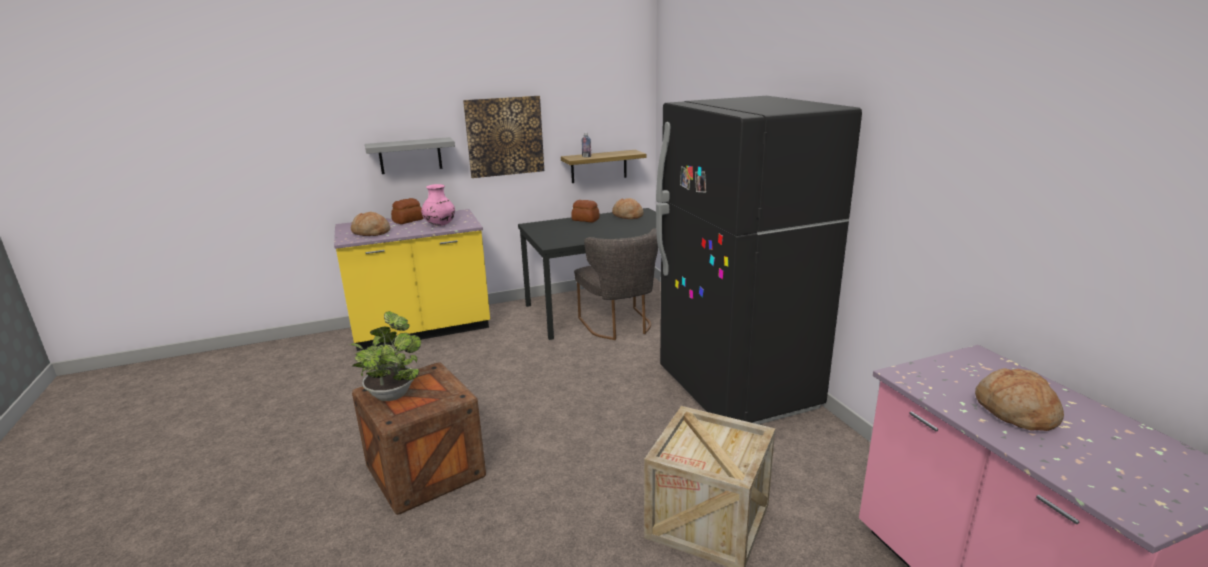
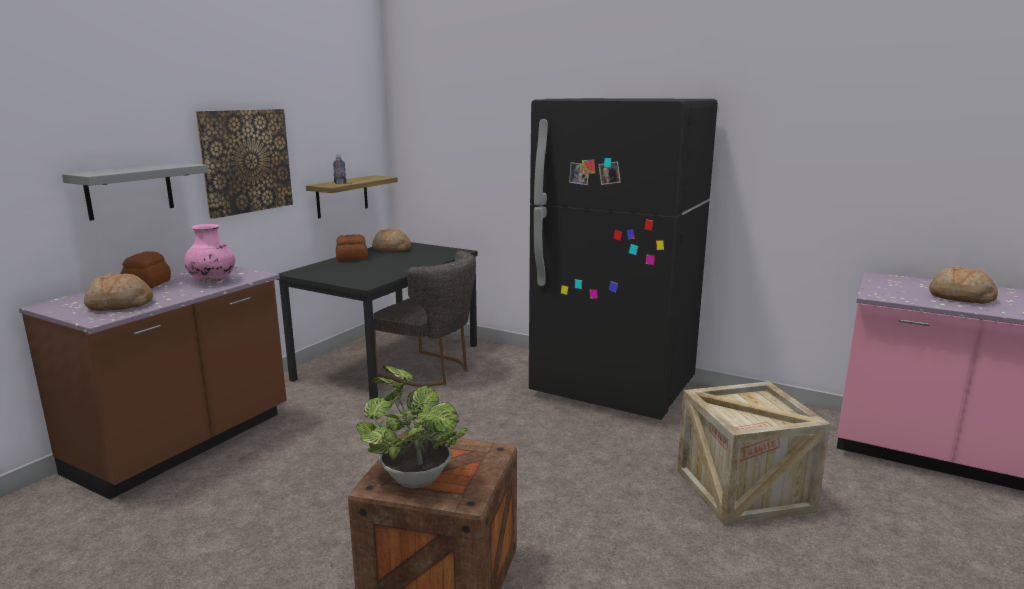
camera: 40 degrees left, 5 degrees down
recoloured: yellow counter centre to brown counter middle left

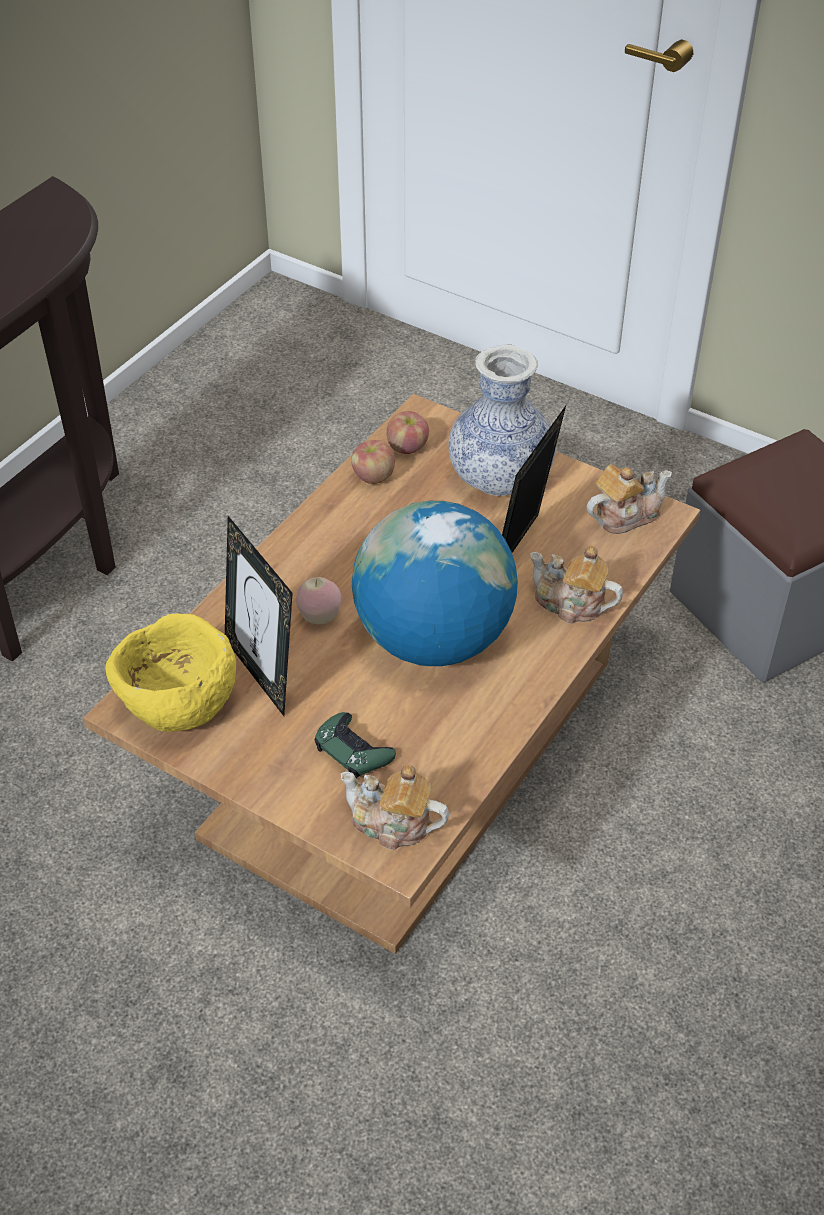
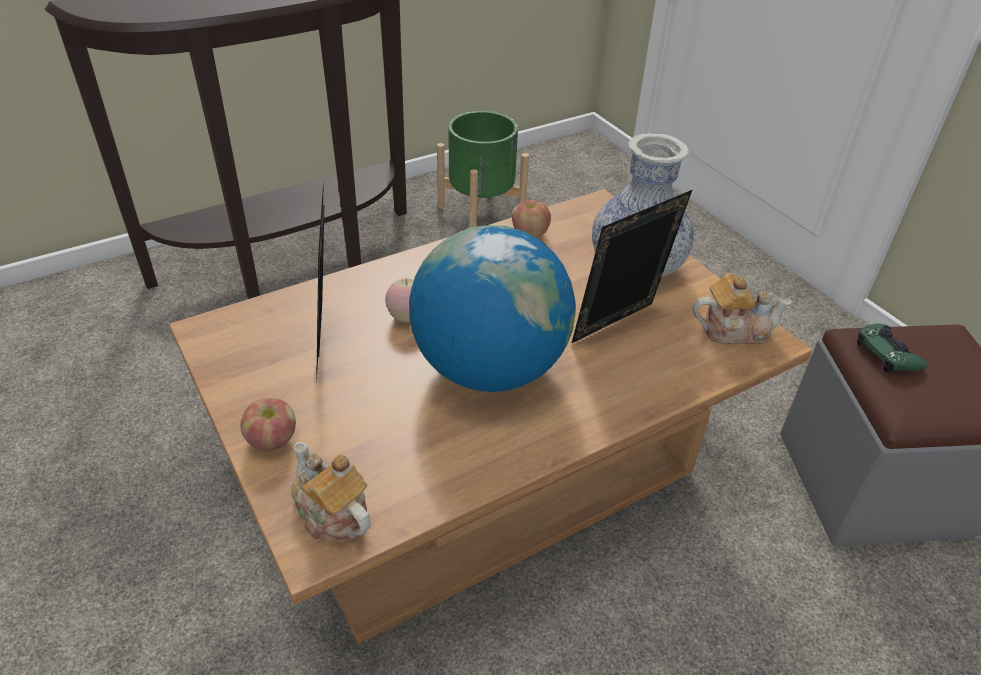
camera: 25 degrees right, 5 degrees down
removed: yellow bowl middle left; teapot (2nd from left) middle right
added: green planter top centre
moved: green game controller centre to middle right; apple (3rd from left in the first image) centre to apple (1st from left) middle left

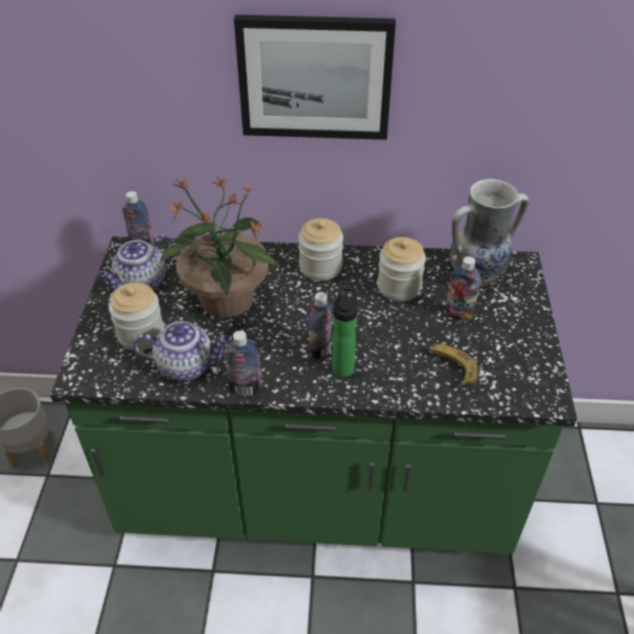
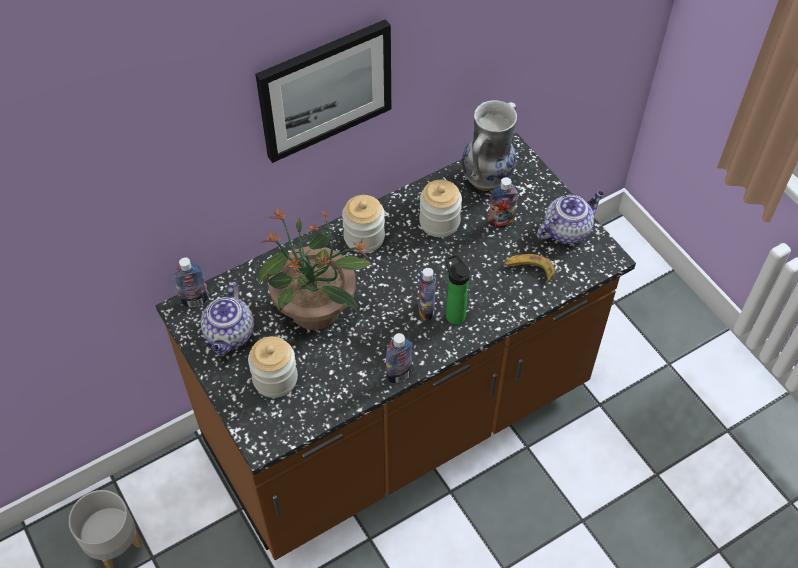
camera: 35 degrees left, 10 degrees up
moved: teapot (2nd from left) middle left to middle right
recoloured: green counter centre to brown counter centre

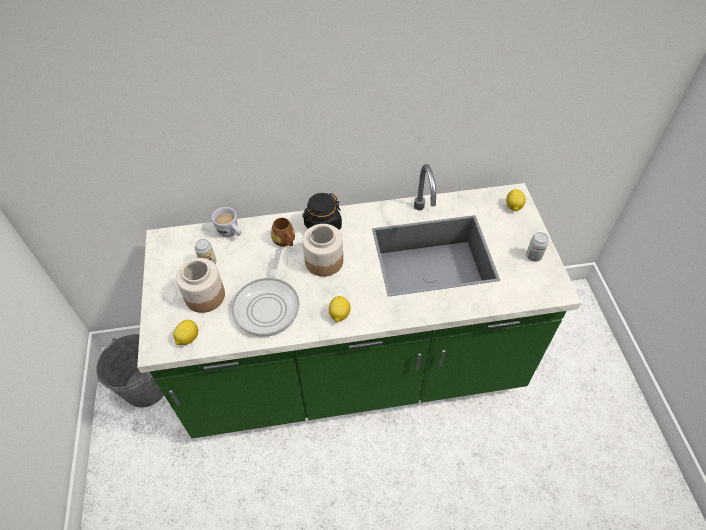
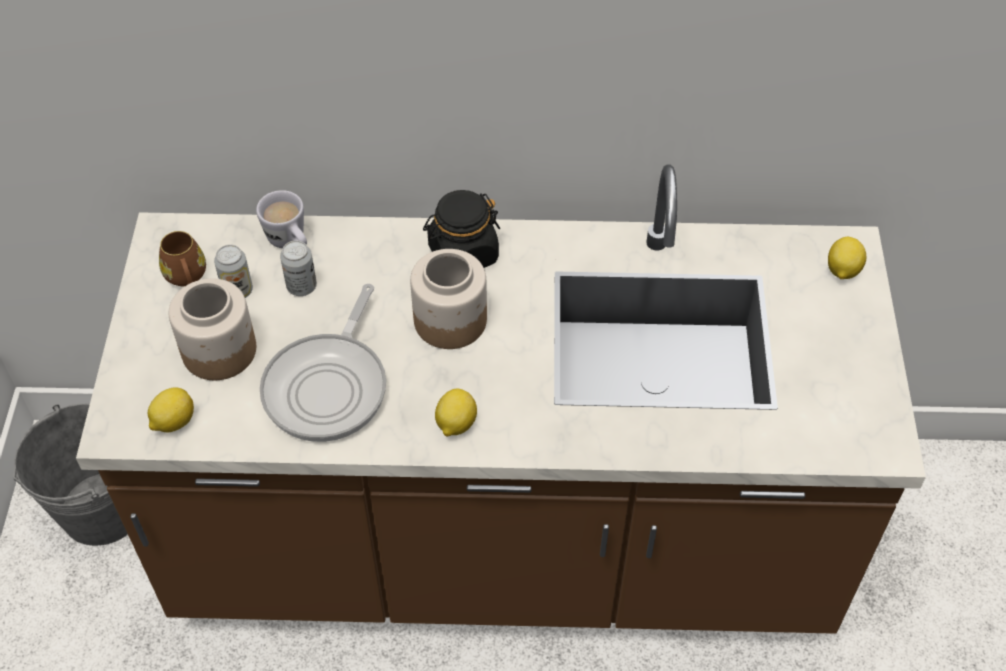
camera: 10 degrees right, 0 degrees up
moved: brown mug centre to middle left; can (2nd from left) middle right to middle left
recoloured: green counter centre to brown counter centre

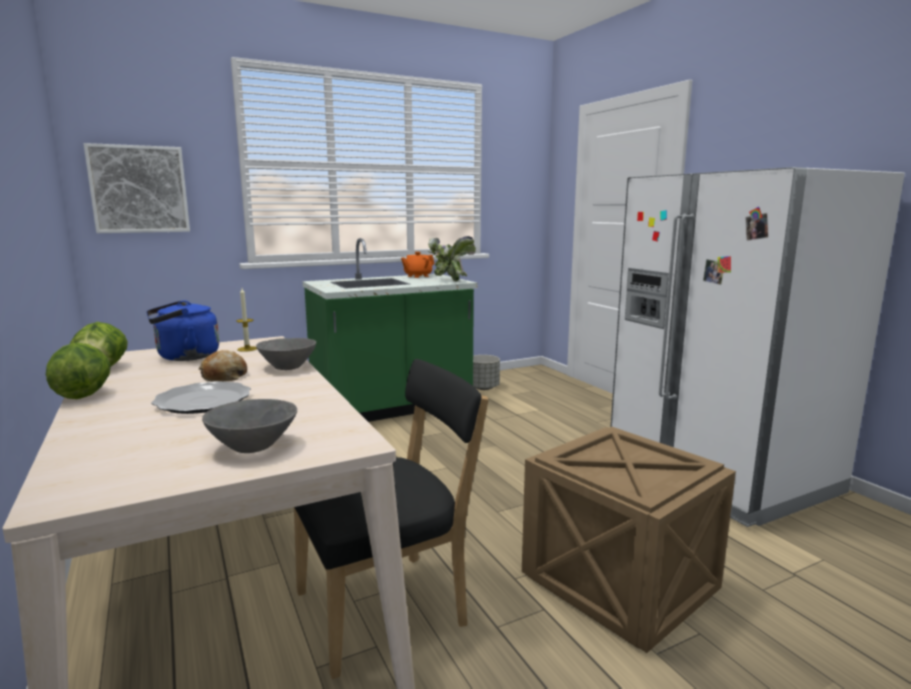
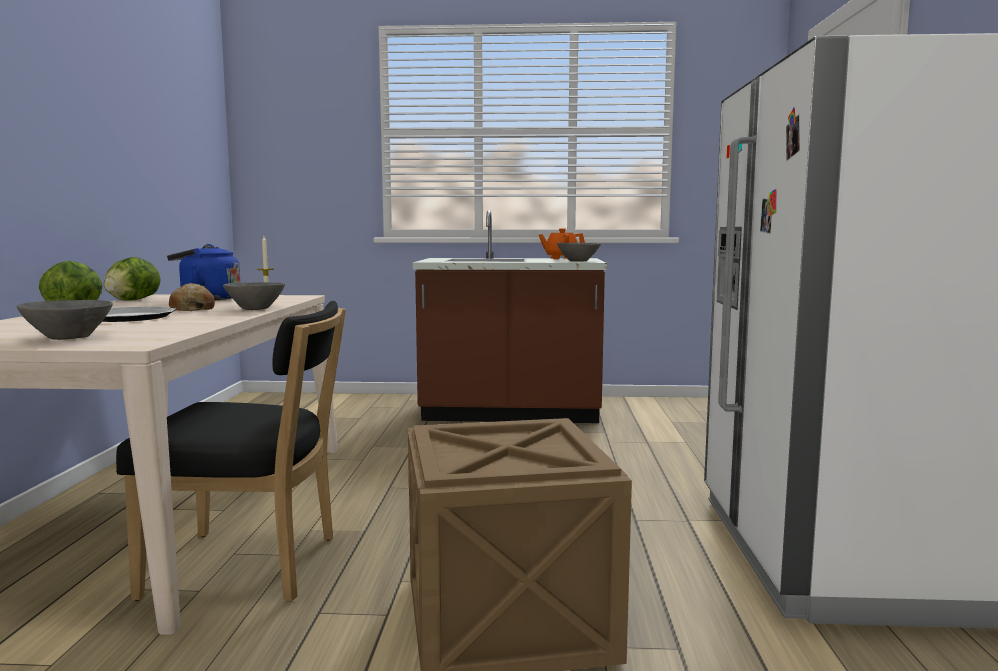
camera: 30 degrees right, 5 degrees down
removed: picture top left; grey planter centre
replaced: potted plant centre to grey bowl (3rd from left) centre
recoloured: green counter centre to brown counter centre

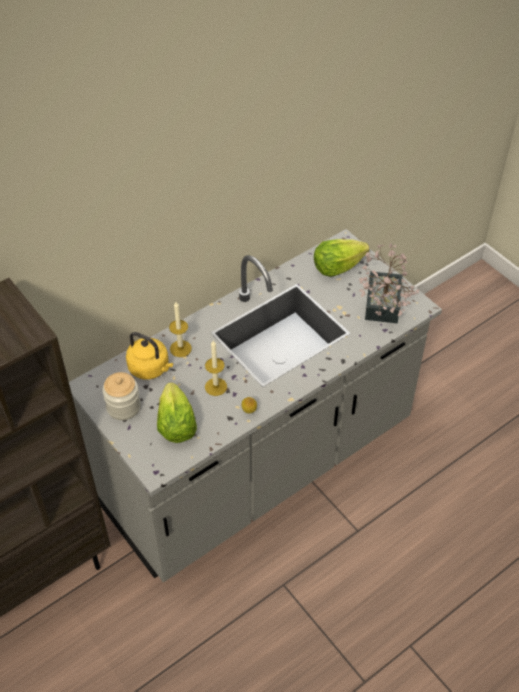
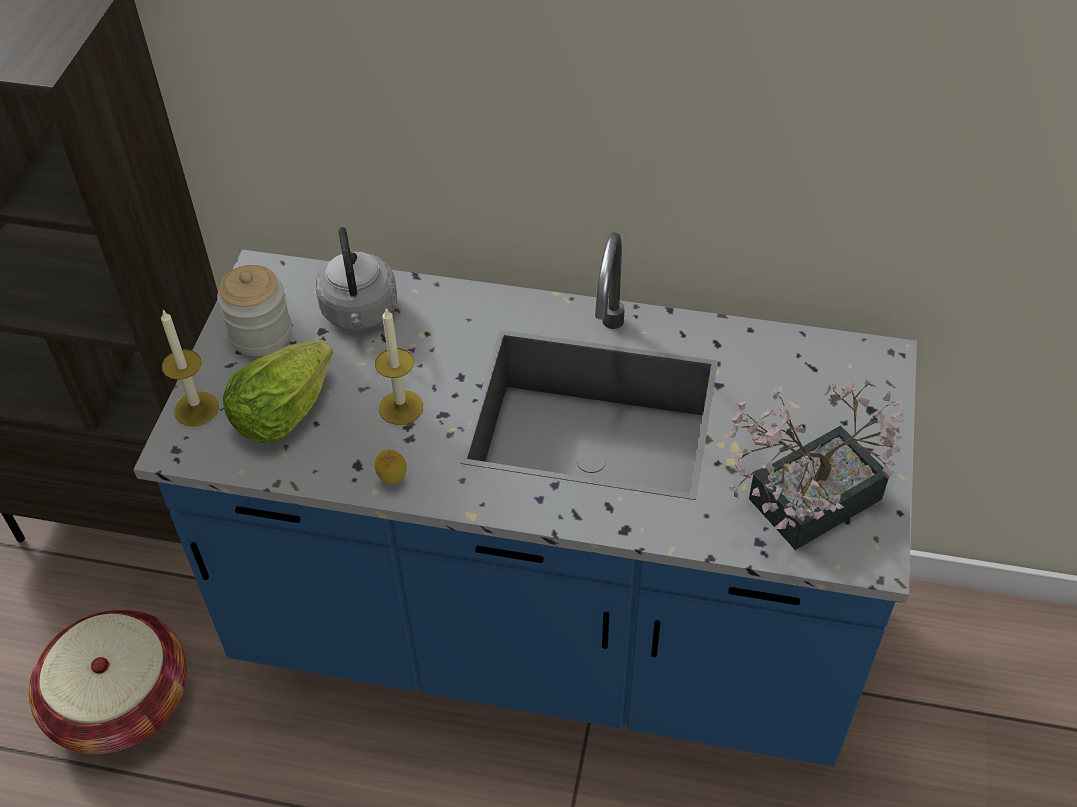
camera: 50 degrees right, 0 degrees up
removed: lettuce (2nd from left) centre
added: basket bottom left
moved: candle (1st from left) centre to middle left
recoloured: grey counter centre to blue counter centre; yellow kettle middle left to grey kettle middle left

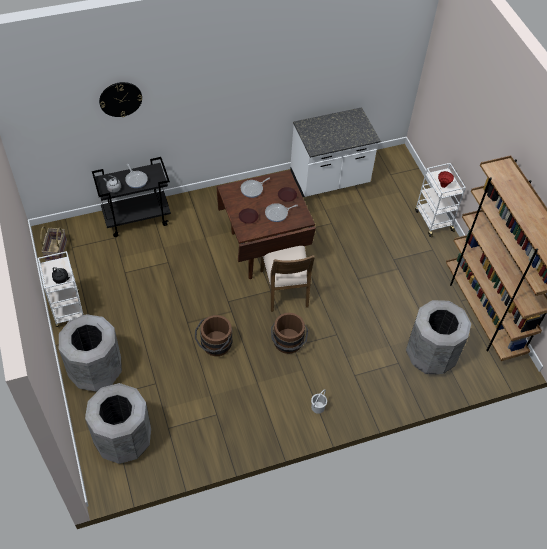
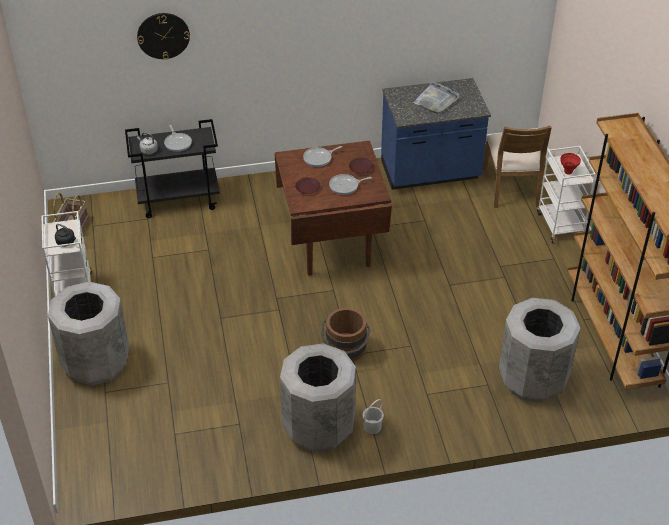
camera: 10 degrees right, 10 degrees down
removed: brown bucket (1st from left) centre
added: grey tray top centre
moved: grey trash can (2nd from left) bottom left to bottom centre; brown chair centre to top right
recoloured: white counter top centre to blue counter top centre

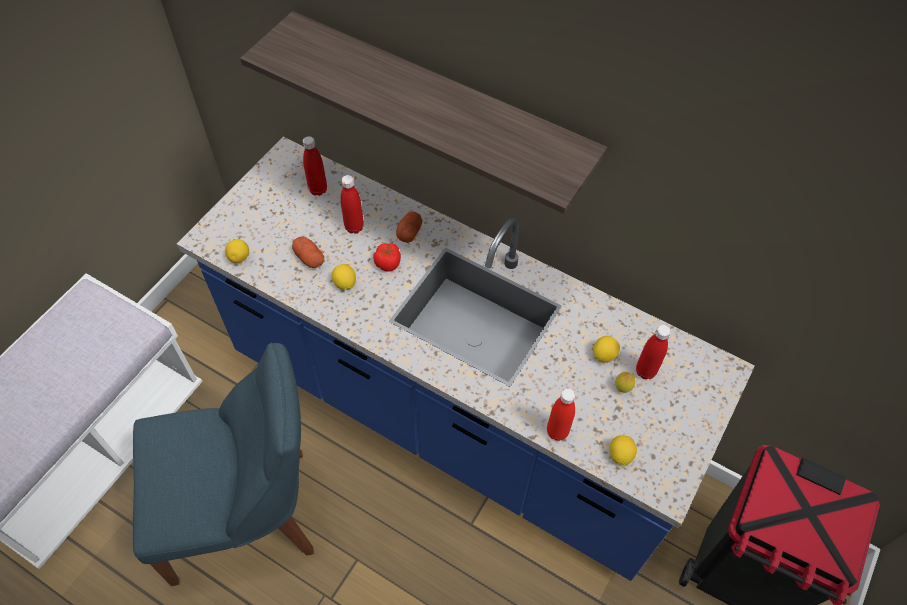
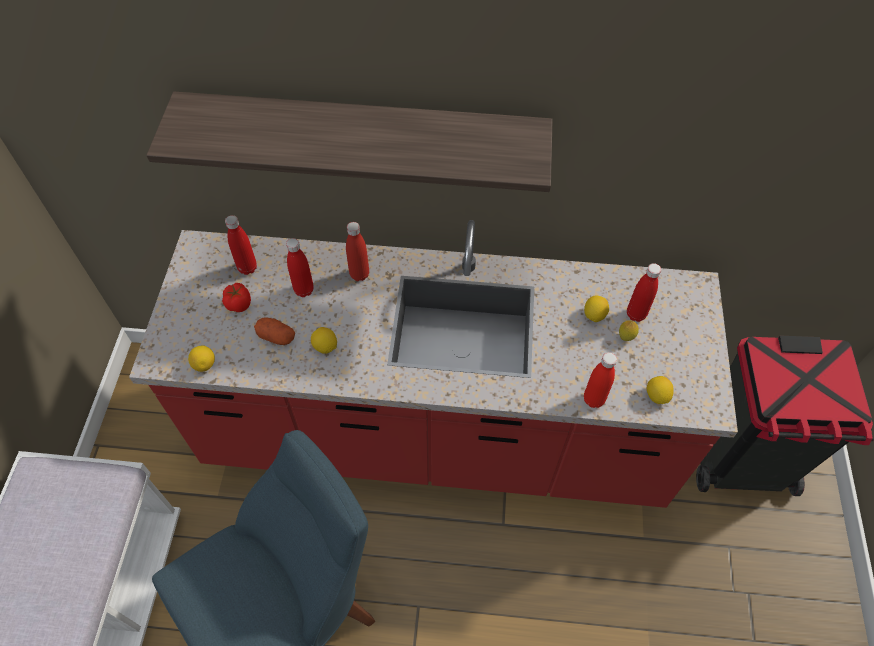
camera: 25 degrees left, 0 degrees up
moved: tomato centre to middle left
replaced: potato (2nd from left) centre to red bottle (3rd from left) centre
recoloured: blue counter centre to red counter centre

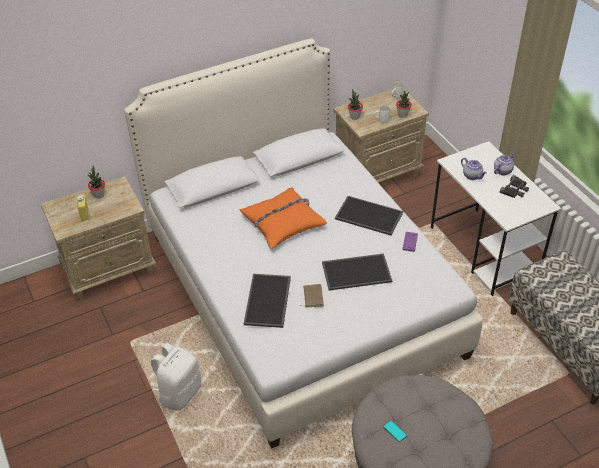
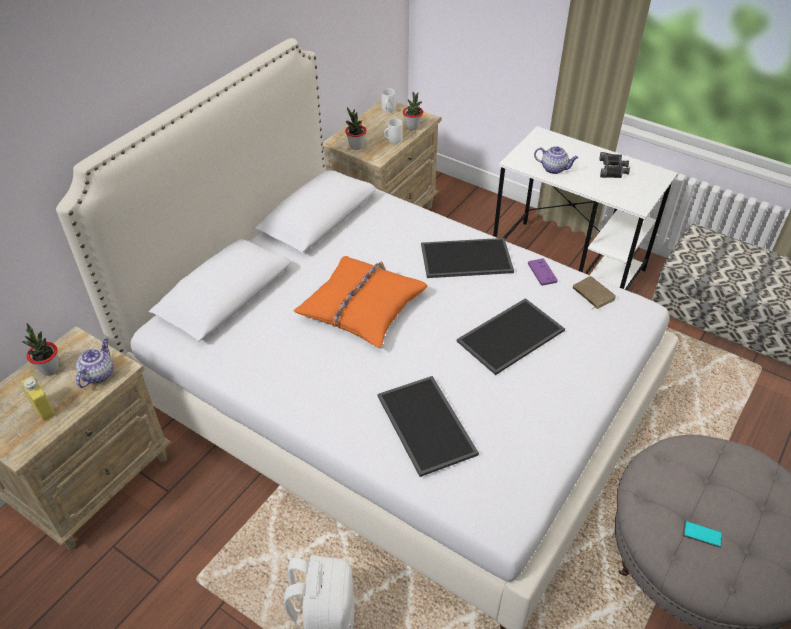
camera: 30 degrees left, 0 degrees up
moved: brown book centre to middle right; teapot (2nd from left in the first image) middle right to teapot (1st from left) middle left

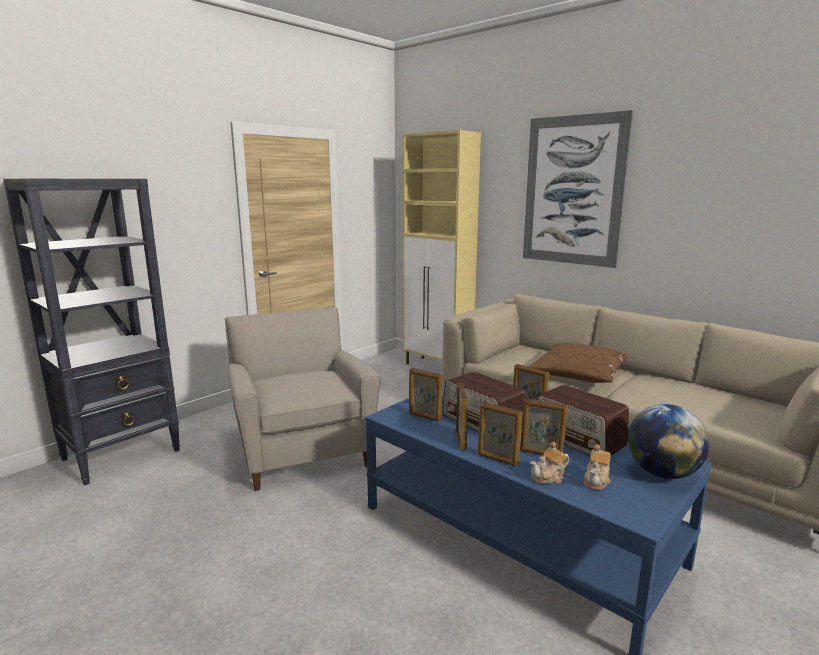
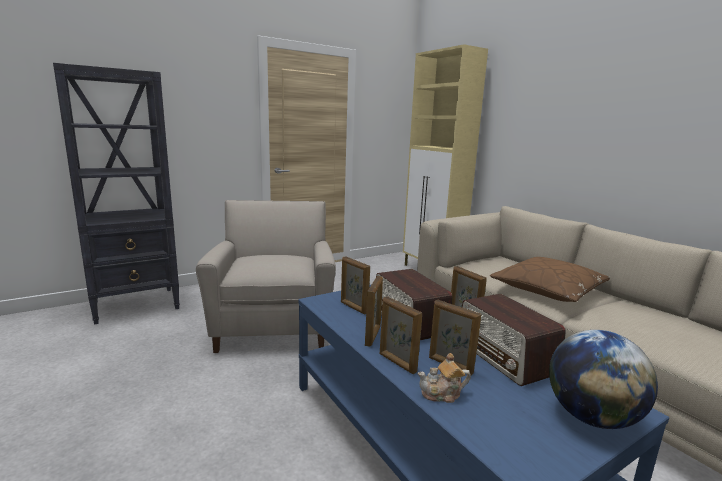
camera: 15 degrees right, 0 degrees up
removed: picture top right; teapot (2nd from left) bottom right

